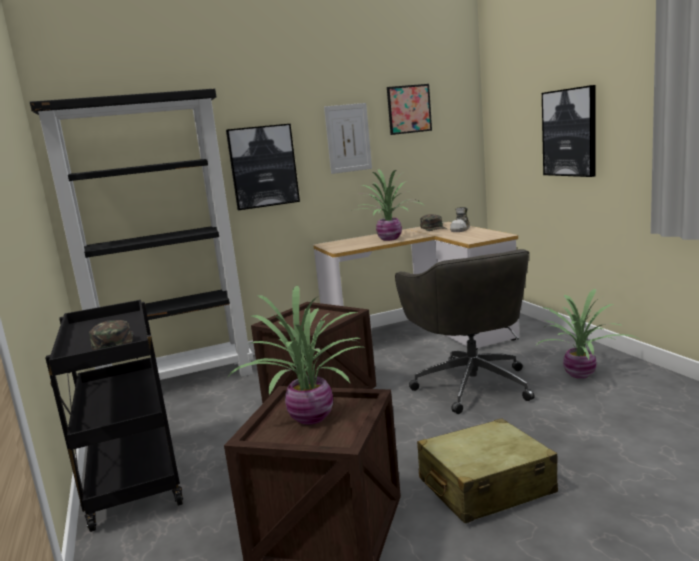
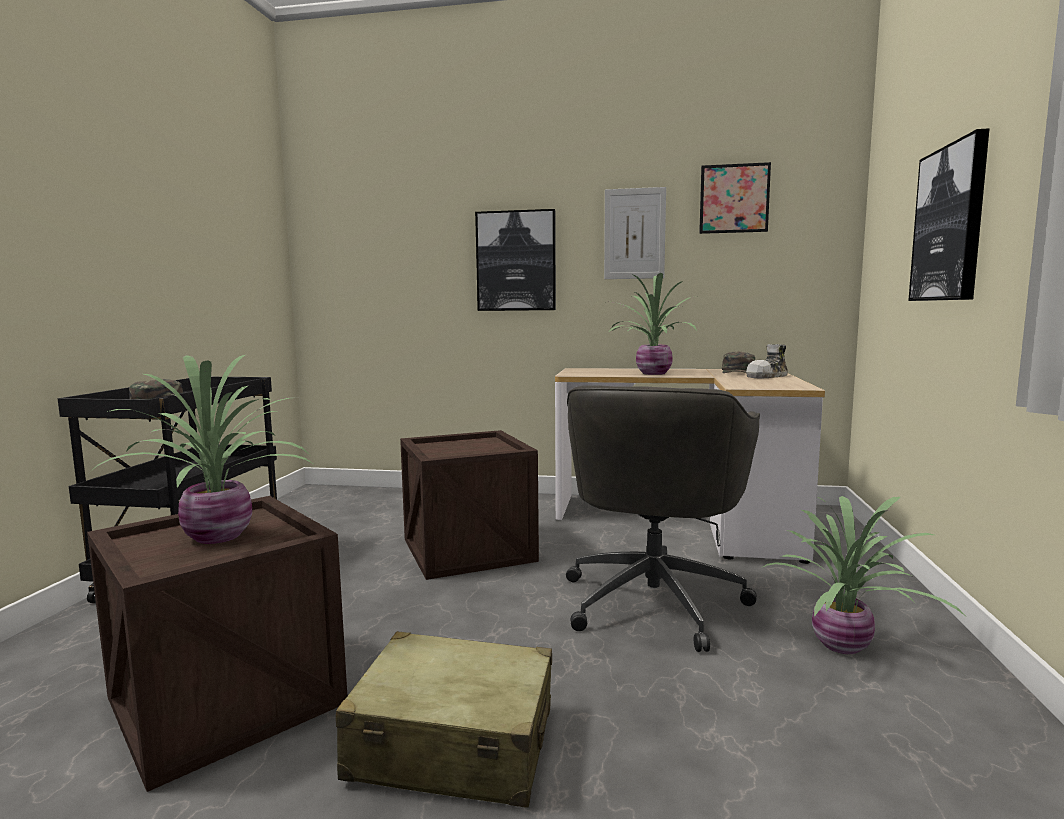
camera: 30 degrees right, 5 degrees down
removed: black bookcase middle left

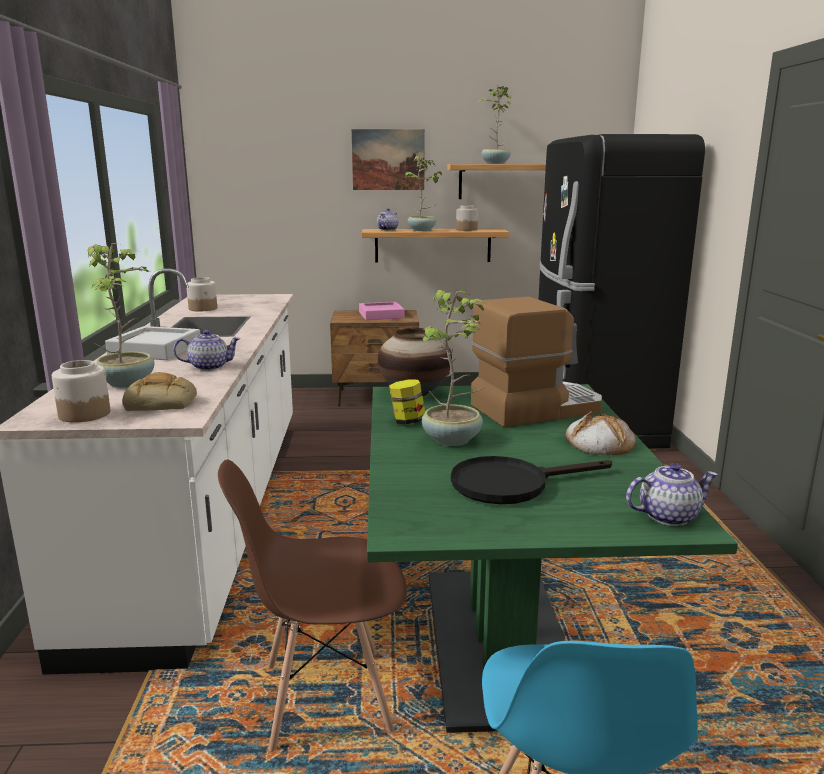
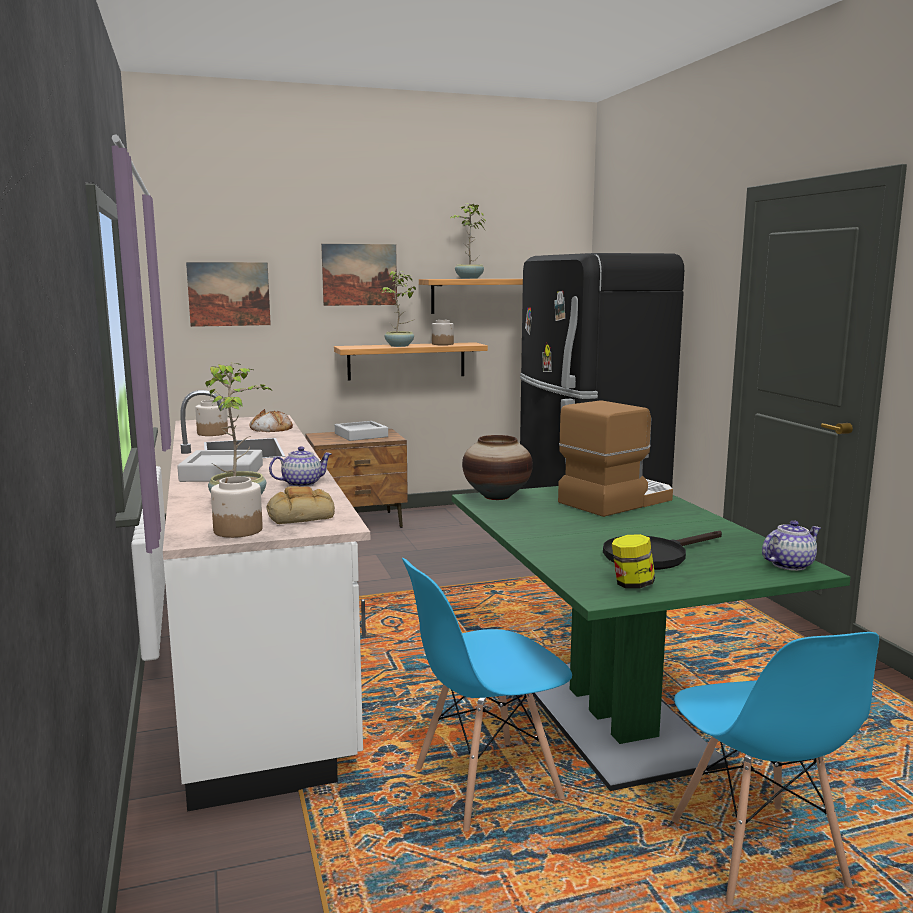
camera: 15 degrees left, 5 degrees down
removed: teapot (2nd from left) top centre; potted plant (3rd from left) centre
added: picture (1st from left) top left
moved: jar (3rd from left in the first image) centre to jar (4th from left) middle right; bread (2nd from left in the first image) middle right to bread (1st from left) middle left
recoloured: brown chair bottom centre to blue chair (1st from left) bottom centre; pink tray centre to grey tray (2nd from left) centre

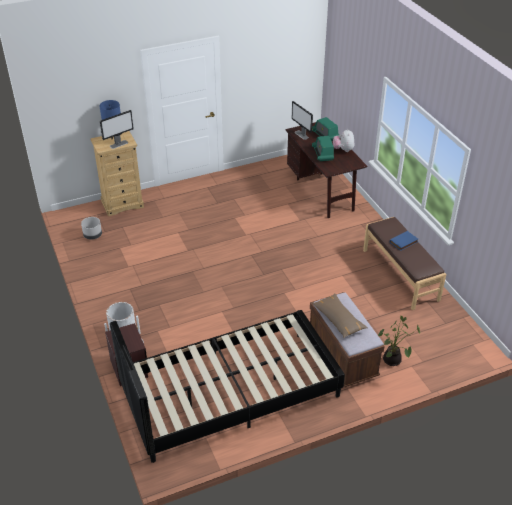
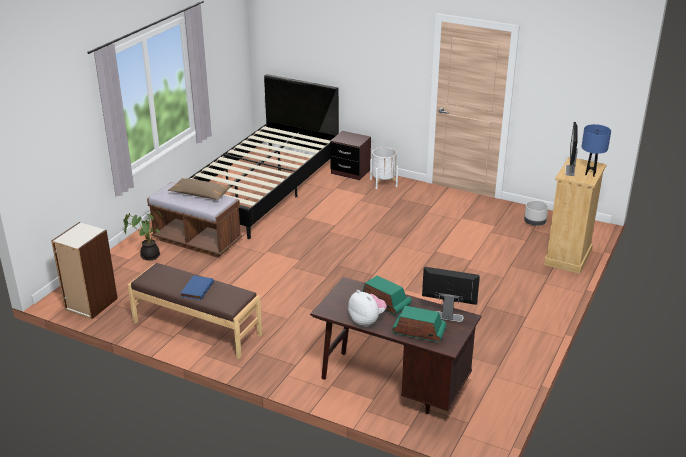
camera: 140 degrees right, 10 degrees down
added: bookcase middle left

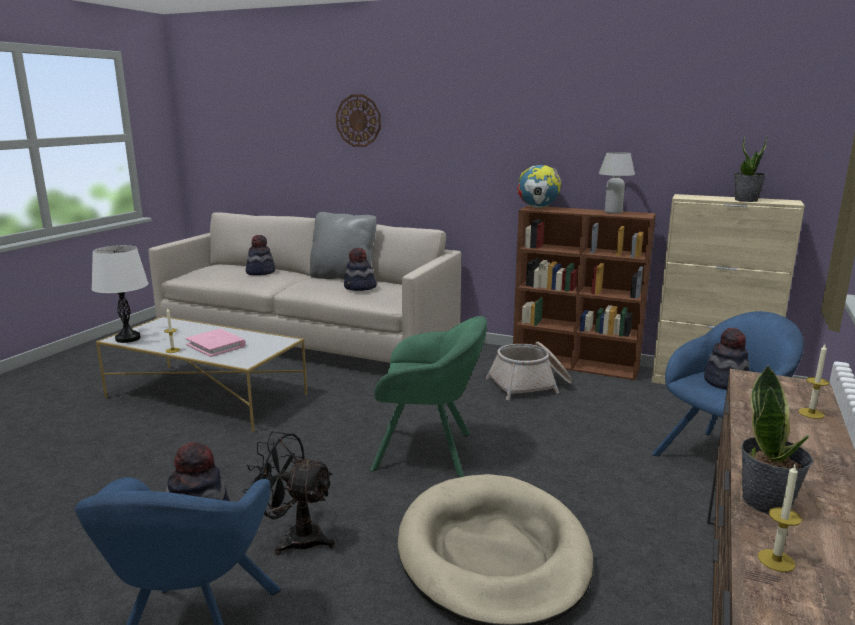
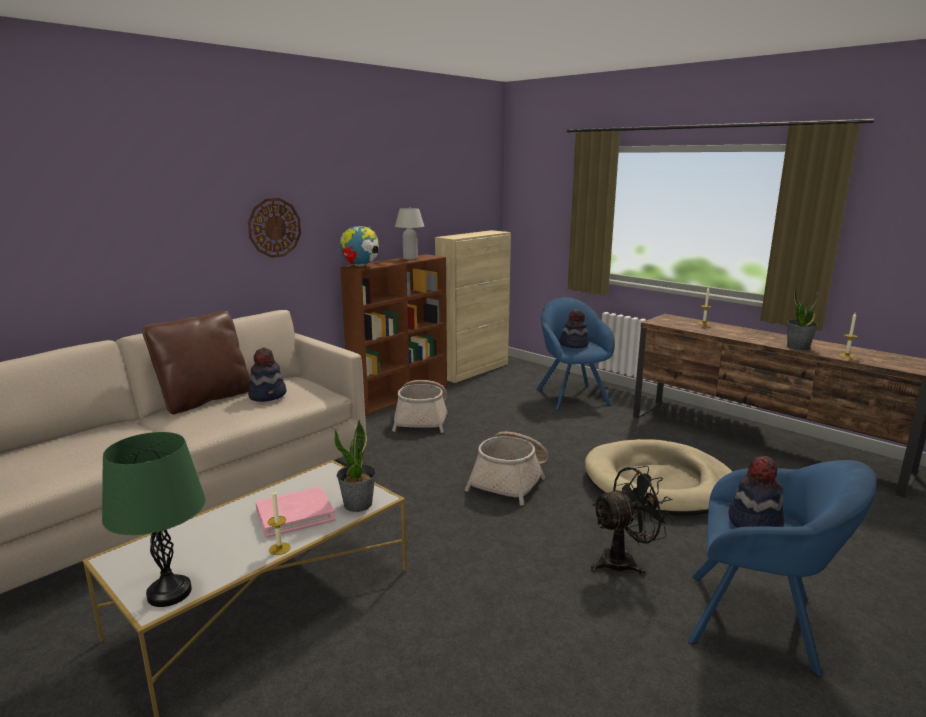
camera: 70 degrees left, 0 degrees up
removed: hat (2nd from left) middle left
moved: wall clock top centre to top left; potted plant (1st from left) top right to centre
replaced: green armchair centre to basket (2nd from left) centre
recoloured: white table lamp (1st from left) middle left to green table lamp bottom left; grey pillow centre to brown pillow middle left
turned: black fan bottom centre = bottom right 150 degrees counterclockwise

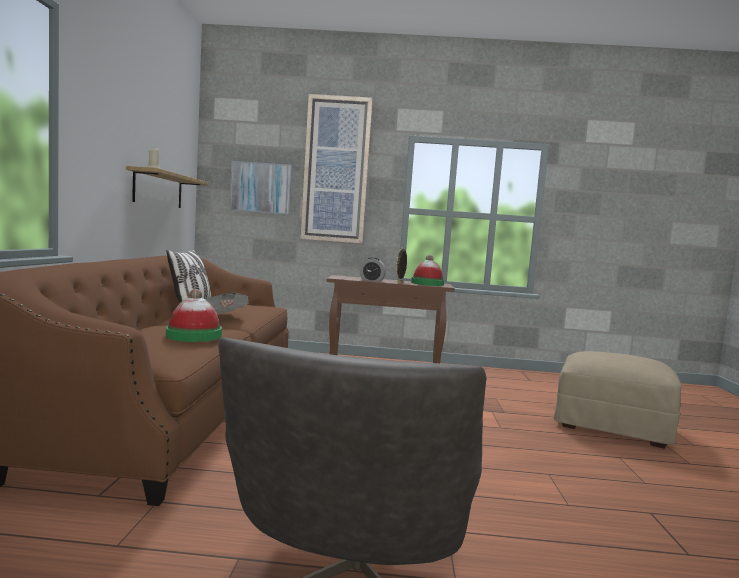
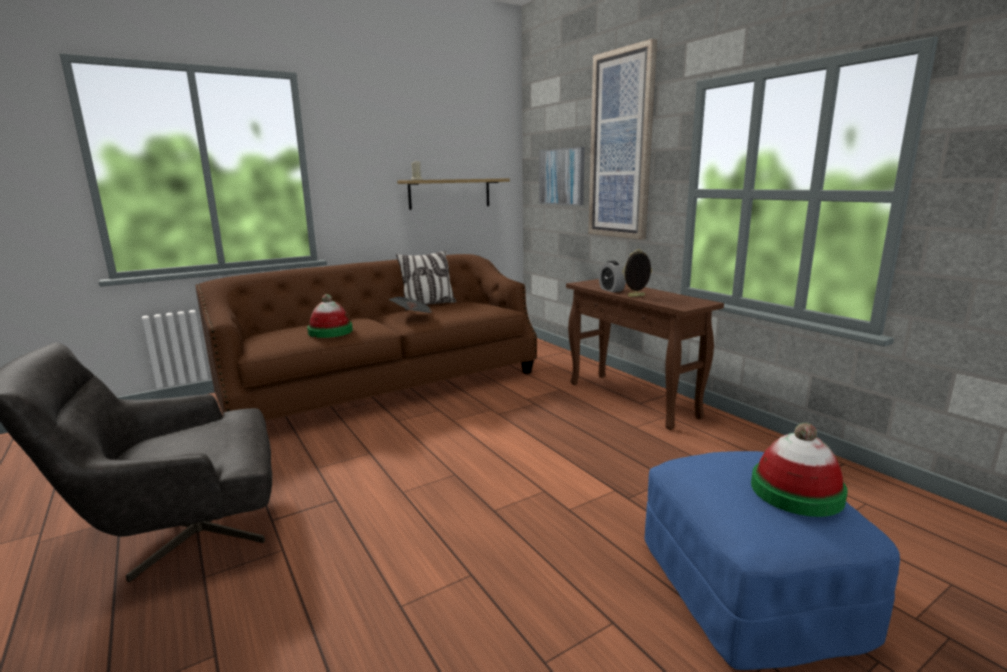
camera: 55 degrees right, 10 degrees up
moved: hat (2nd from left) centre to bottom right
recoloured: beige ottoman bottom right to blue ottoman bottom right

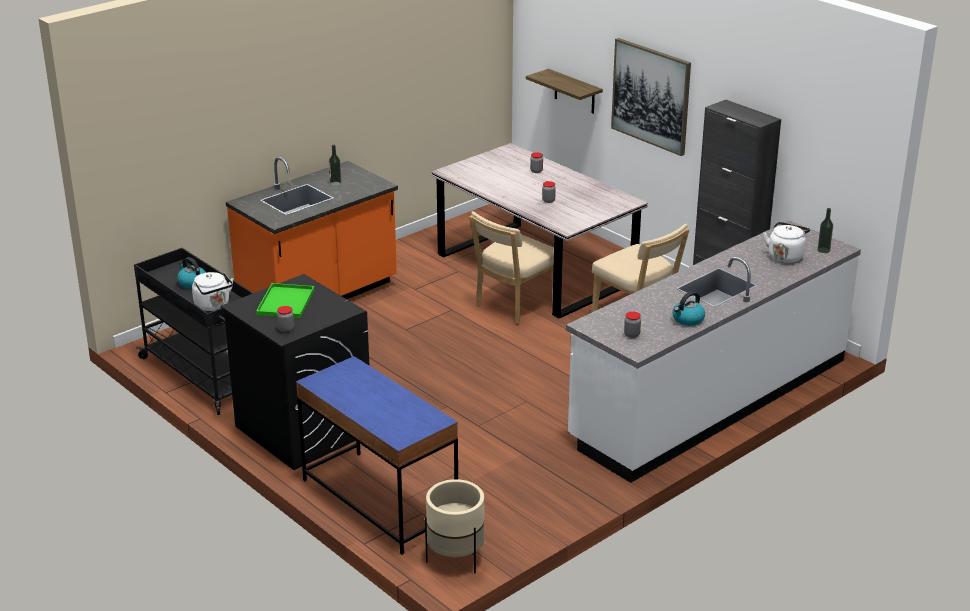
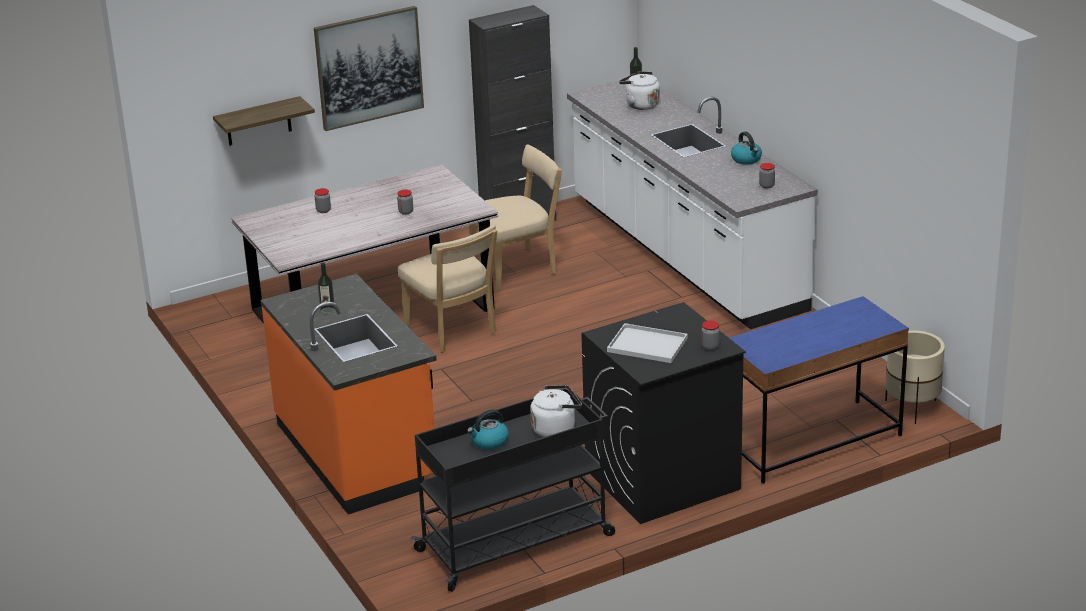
camera: 75 degrees left, 0 degrees up
recoloured: green tray middle left to white tray centre

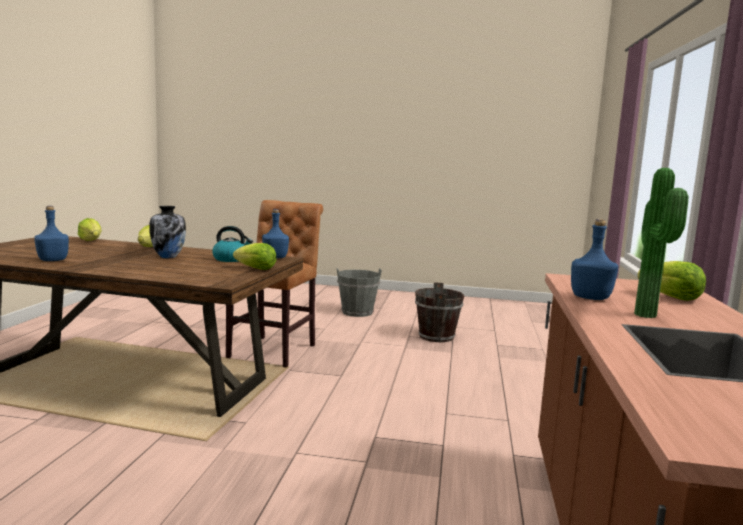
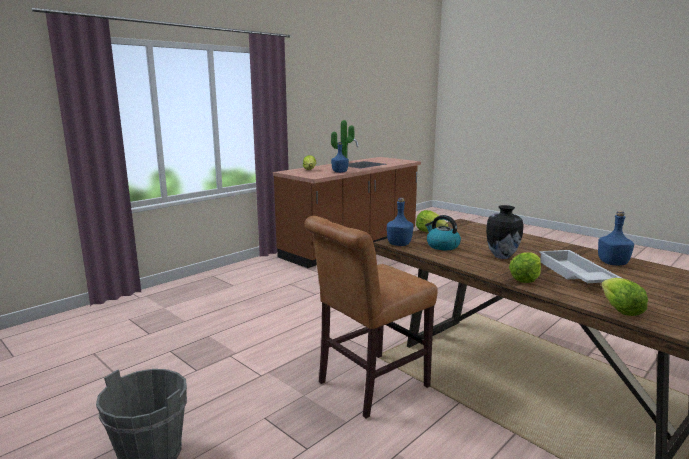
camera: 145 degrees left, 5 degrees up
removed: brown bucket centre
added: white tray middle right

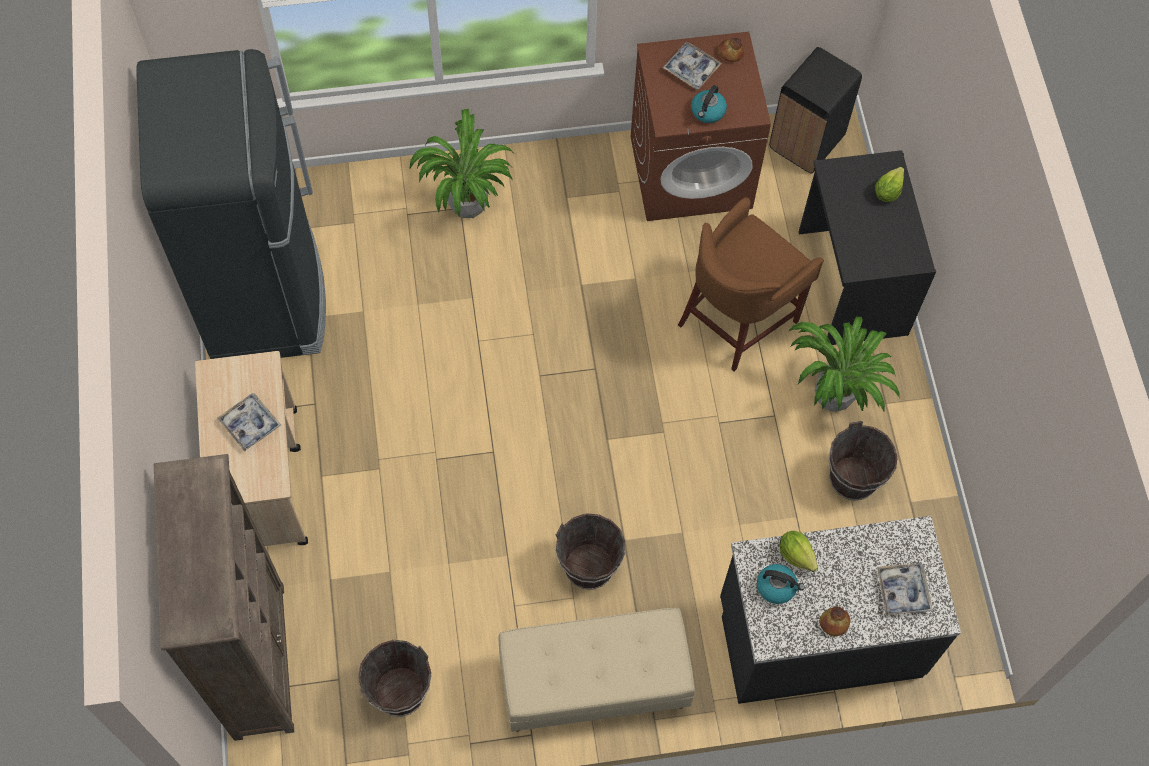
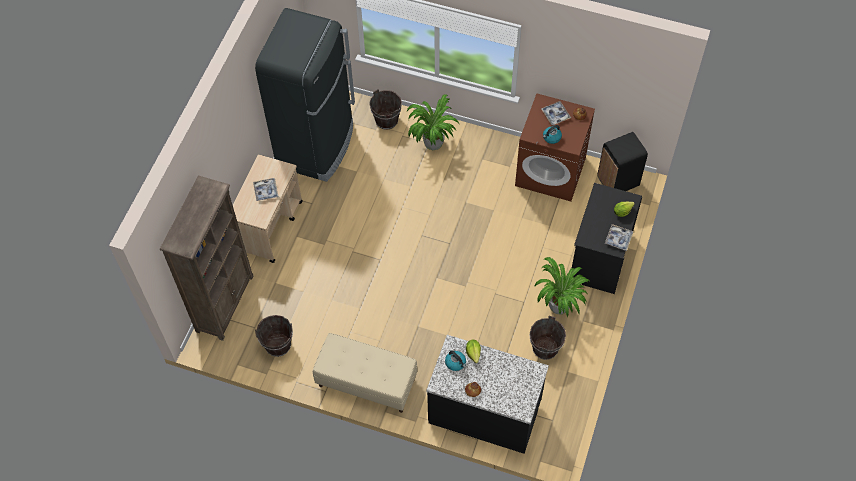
camera: 30 degrees right, 5 degrees down
removed: brown stool centre
moved: brown bucket (2nd from left) bottom centre to top centre; tray (3rd from left) bottom right to middle right

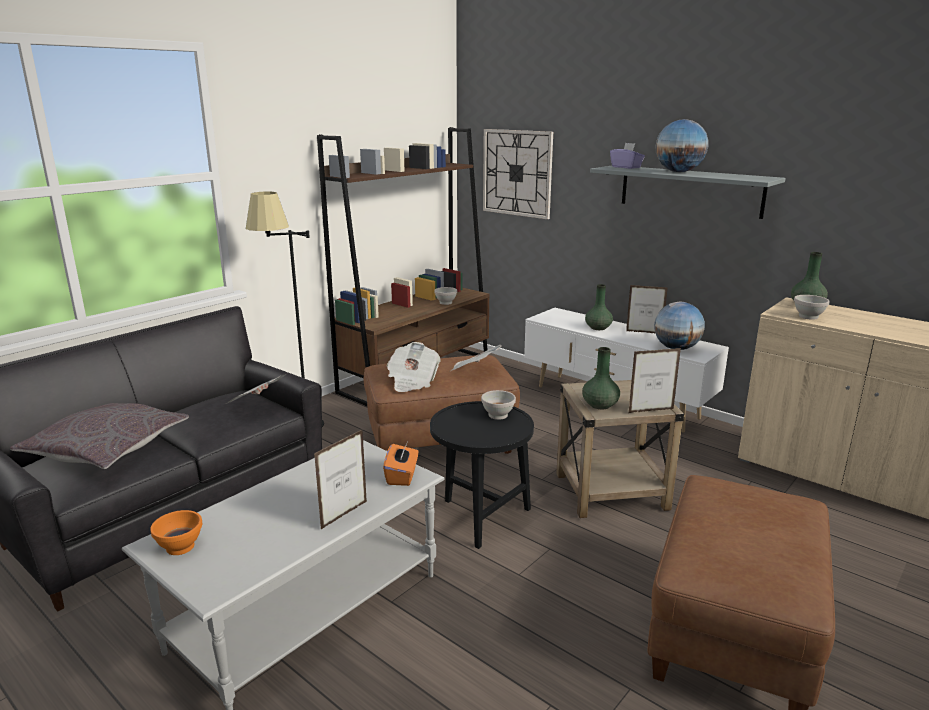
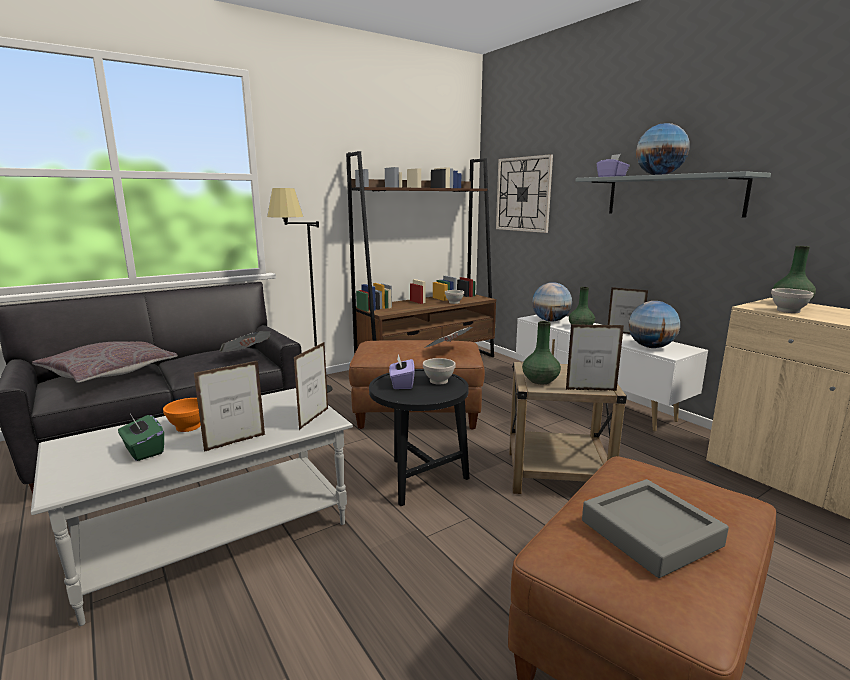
camera: 15 degrees right, 5 degrees down
removed: newspaper (2nd from left) centre
added: green tissue box middle left; purple tissue box (1st from left) centre; globe (1st from left) centre; grey tray bottom right
moved: orange bowl bottom left to middle left
replaced: orange tissue box centre to picture frame (2nd from left) centre

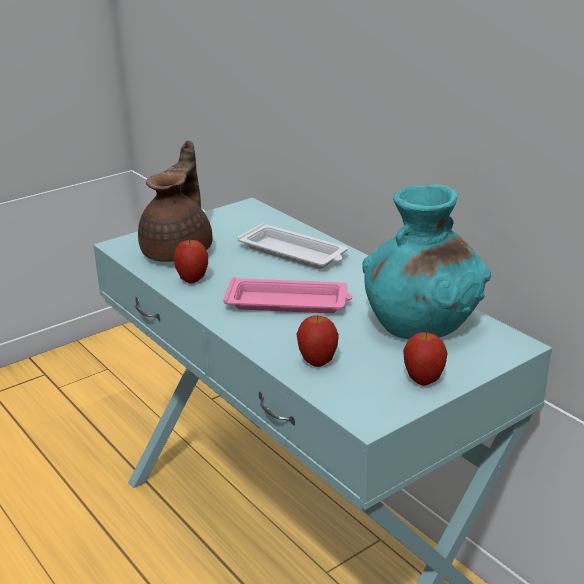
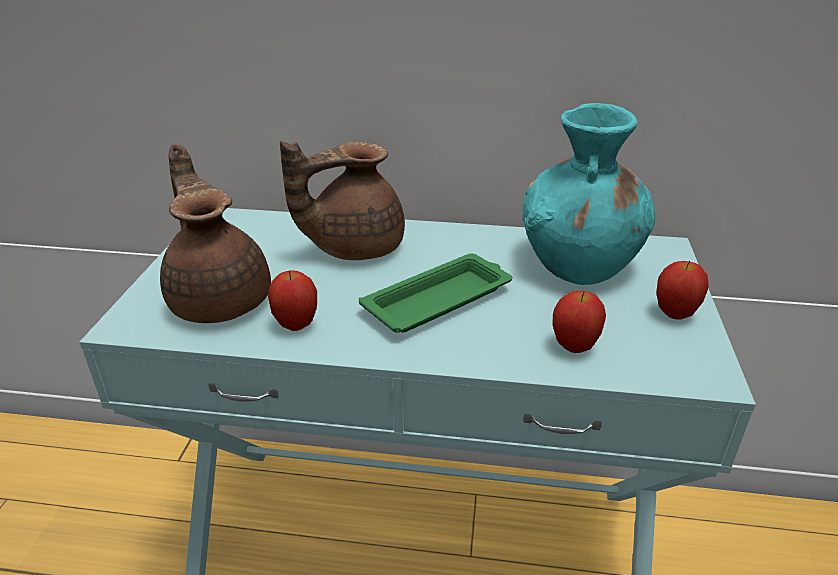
camera: 45 degrees left, 5 degrees up
replaced: white tray centre to brown teapot (2nd from left) centre
recoloured: pink tray centre to green tray centre

